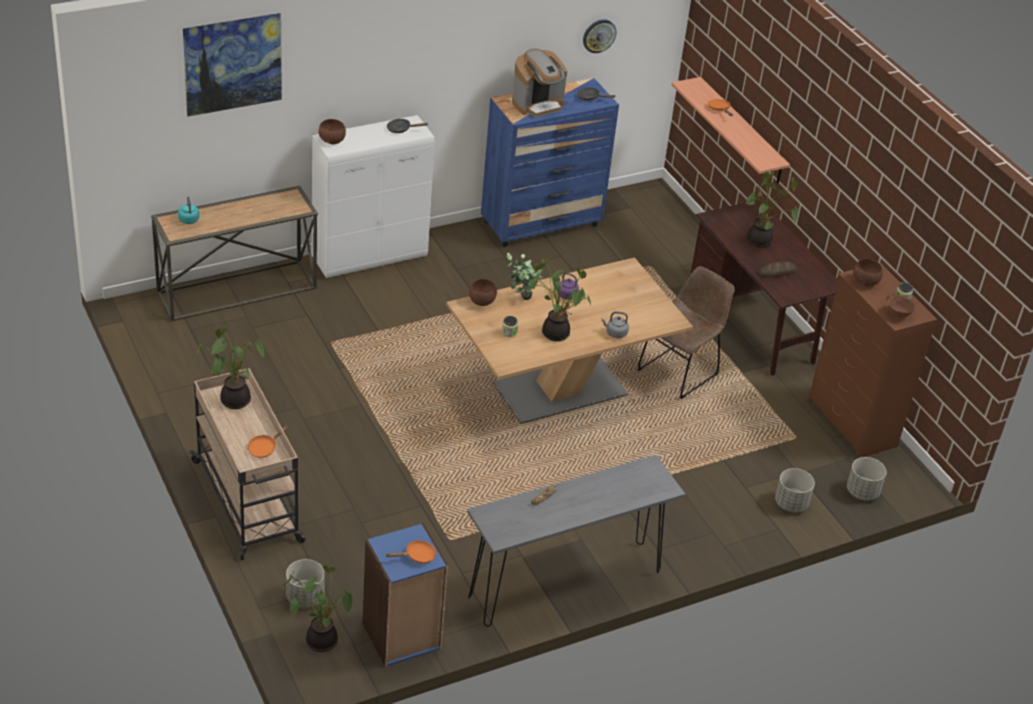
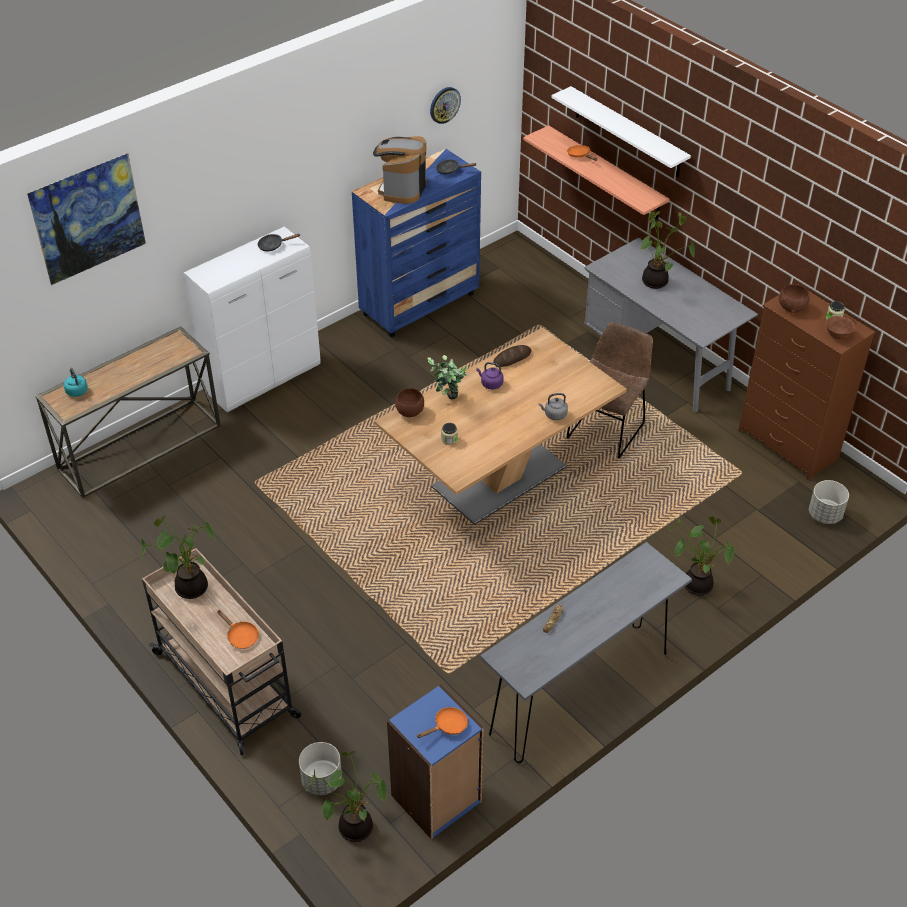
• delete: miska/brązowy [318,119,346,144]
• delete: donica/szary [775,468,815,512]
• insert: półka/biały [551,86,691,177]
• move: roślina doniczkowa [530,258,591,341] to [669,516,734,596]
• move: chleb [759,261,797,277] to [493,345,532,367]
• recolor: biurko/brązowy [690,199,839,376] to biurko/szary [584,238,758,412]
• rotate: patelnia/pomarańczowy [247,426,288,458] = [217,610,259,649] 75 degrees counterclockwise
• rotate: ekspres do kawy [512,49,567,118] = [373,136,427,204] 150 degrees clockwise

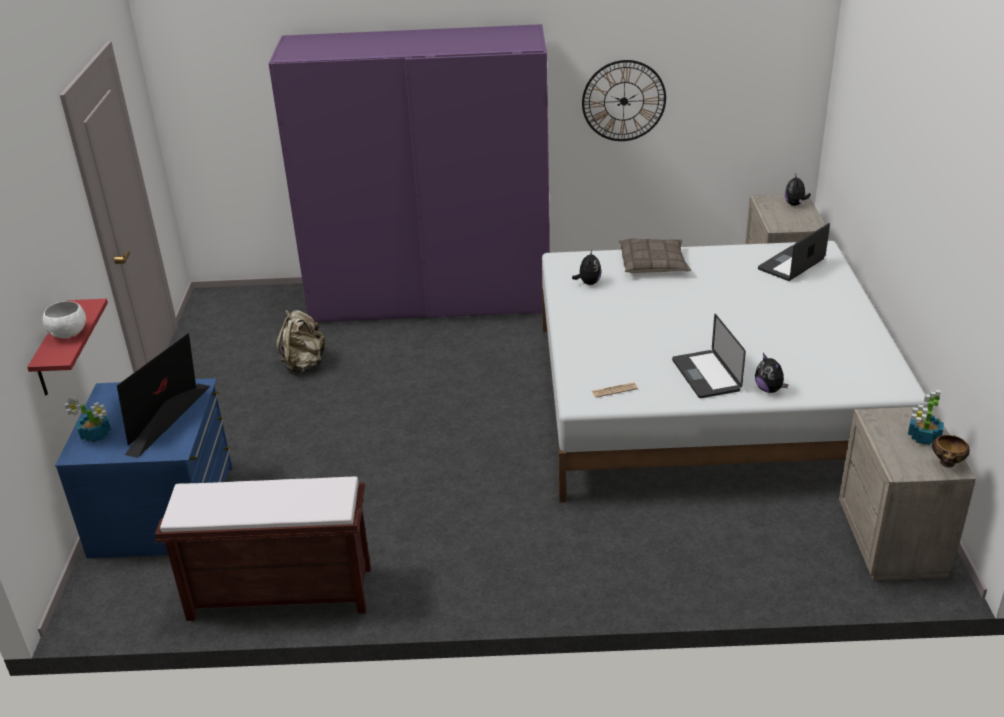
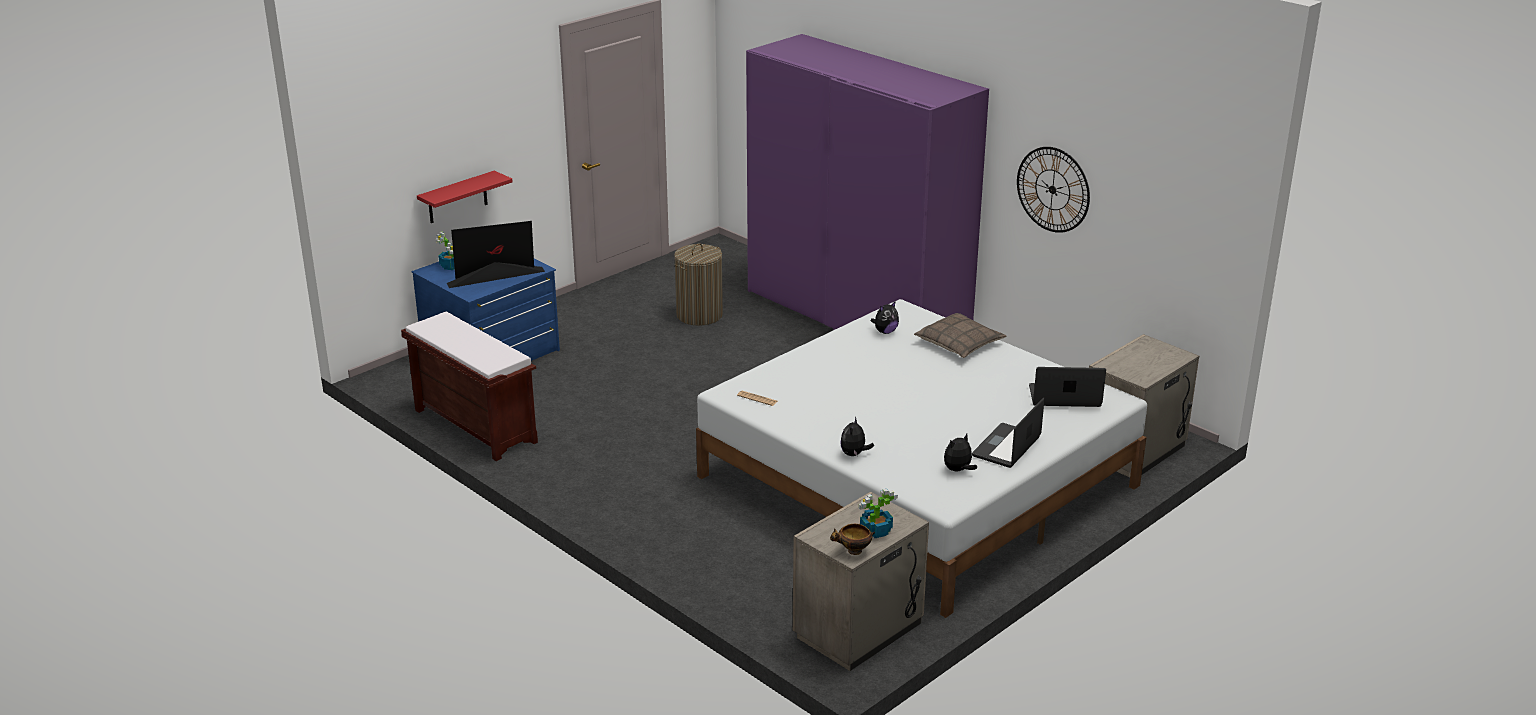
• delete: miska/biały [43,301,86,338]
• move: laptop [672,314,746,398] to [972,397,1045,468]
• move: pluszak [785,173,811,206] to [944,434,977,472]
• replace: plecak/beżowy [276,309,327,374] to kosz na pranie [674,243,723,326]

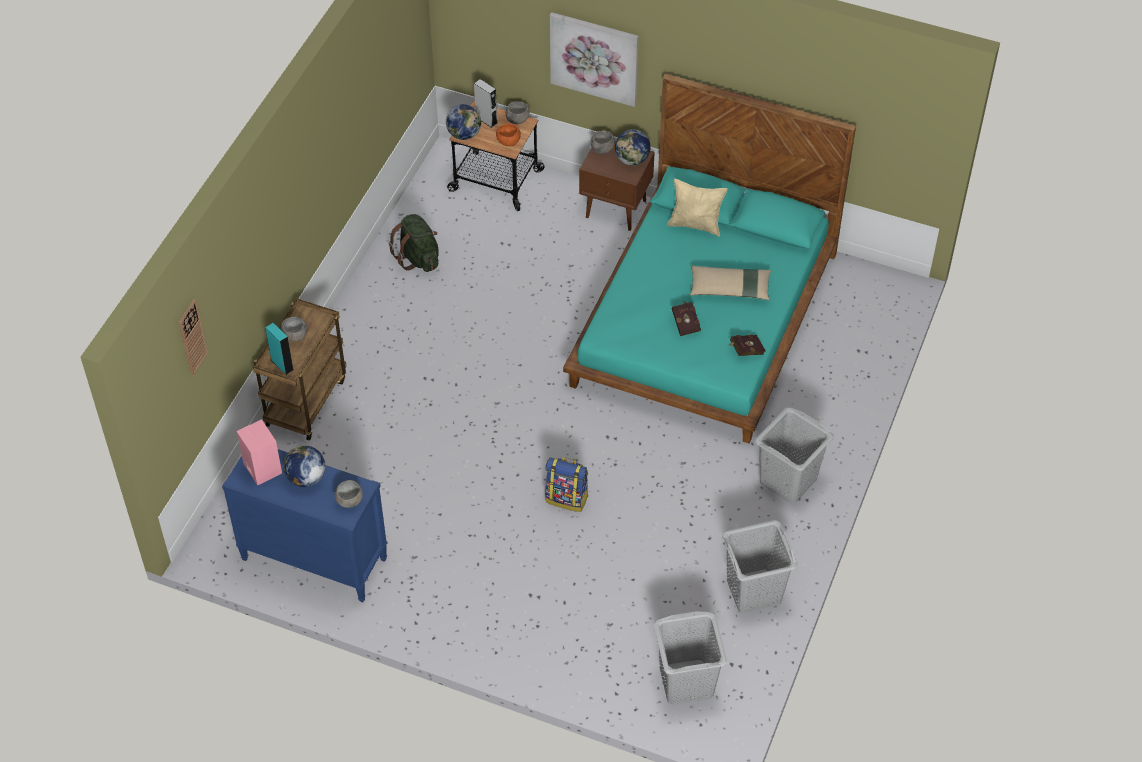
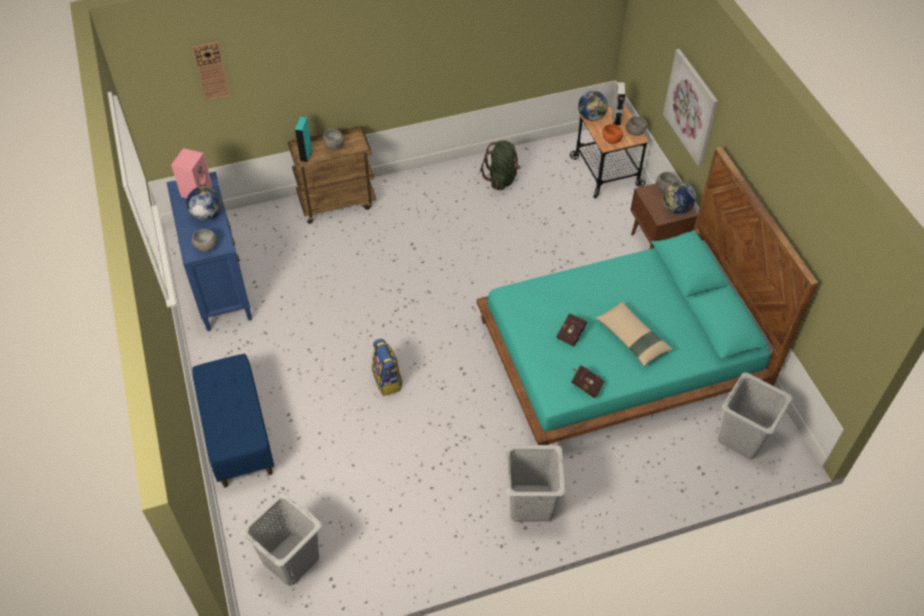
• delete: poduszka/beżowy [667,178,727,236]
• insert: ławka/niebieski [192,354,274,487]
• move: kosz na pranie/szary [722,520,798,613] to [718,373,793,459]

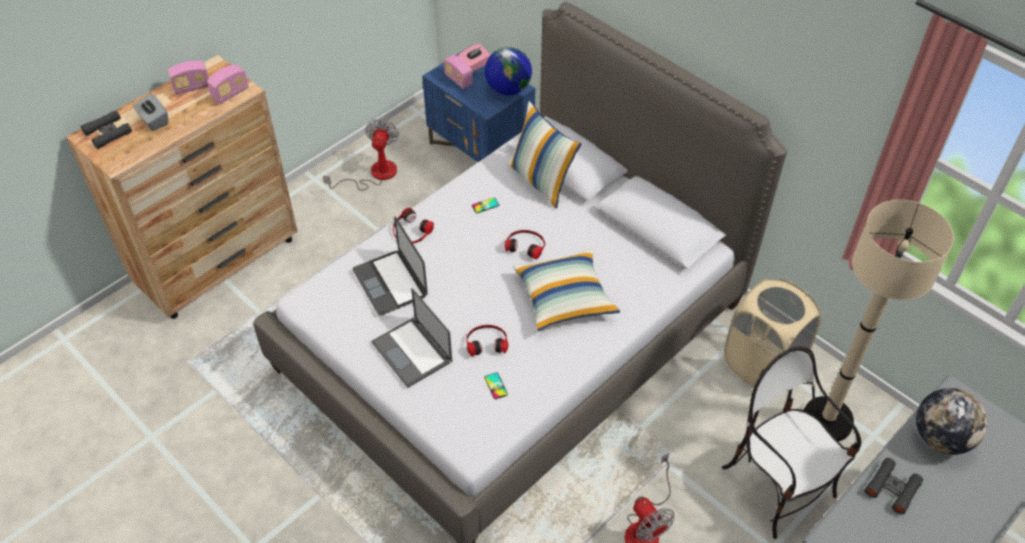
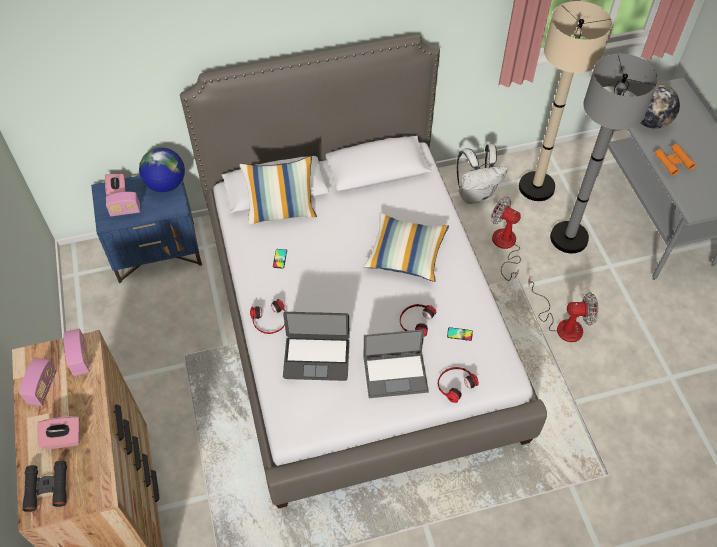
• move: wentylator [323,119,399,191] to [491,196,521,281]
• move: słuchawki [505,230,545,259] to [438,367,479,403]
• replace: krzesło [722,347,861,539] to lampa stojąca/szary [550,54,658,253]
• replace: kosz na pranie/beżowy [724,278,821,387] to plecak/biały [457,144,508,204]
• recolor: pudełko chusteczek/szary [133,93,168,131] to pudełko chusteczek/różowy [38,416,80,449]
• recolor: lornetka/czarny [865,458,923,515] to lornetka/pomarańczowy [655,144,696,176]

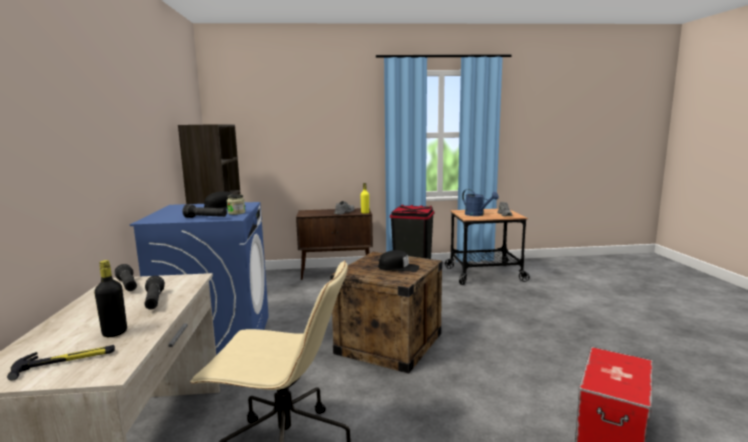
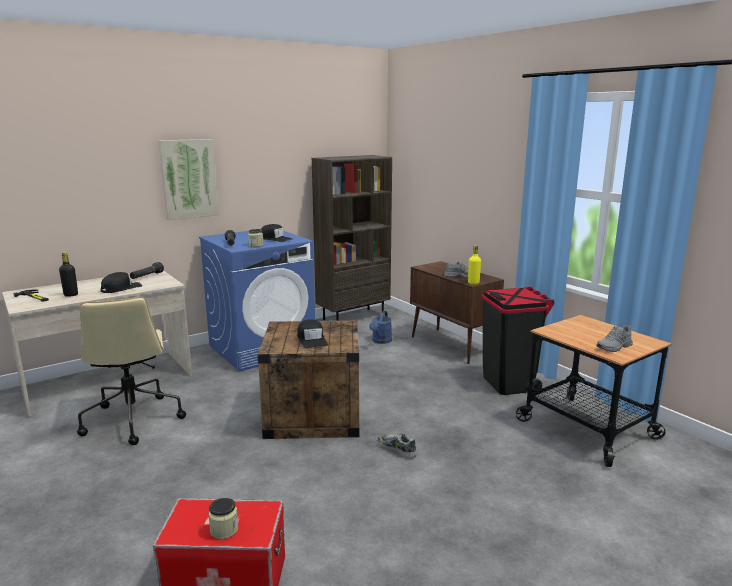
• insert: obraz [158,139,219,220]
• insert: słoik [208,498,238,539]
• insert: but [377,433,417,459]
• move: konewka/niebieski [462,189,499,216] to [369,311,392,344]
• replace: latarka/czarny [144,276,165,310] to czapka z daszkiem/czarny [101,272,142,293]

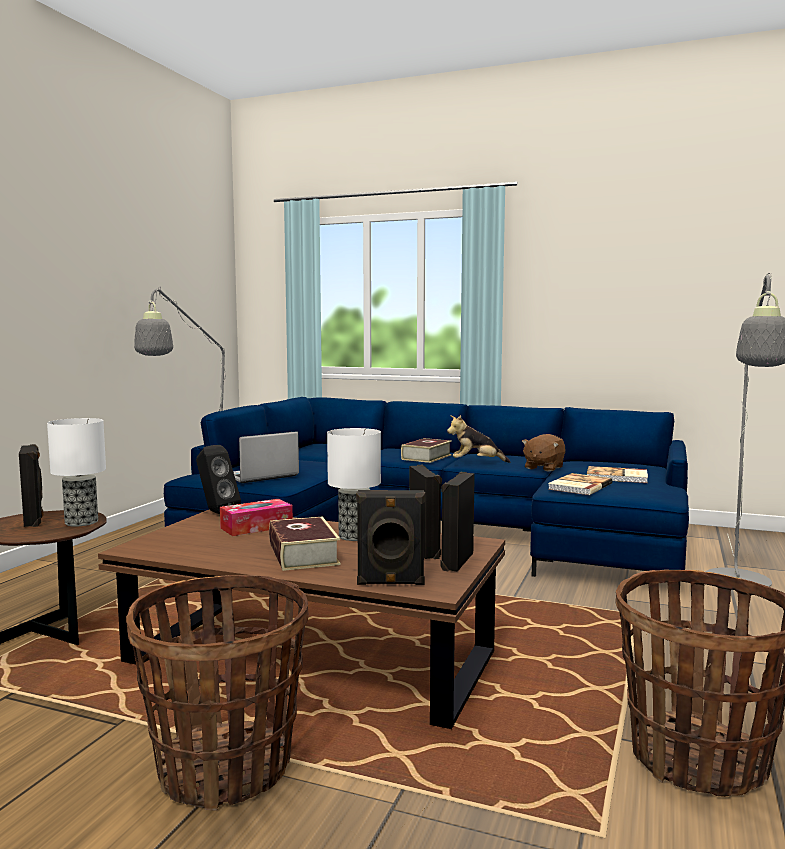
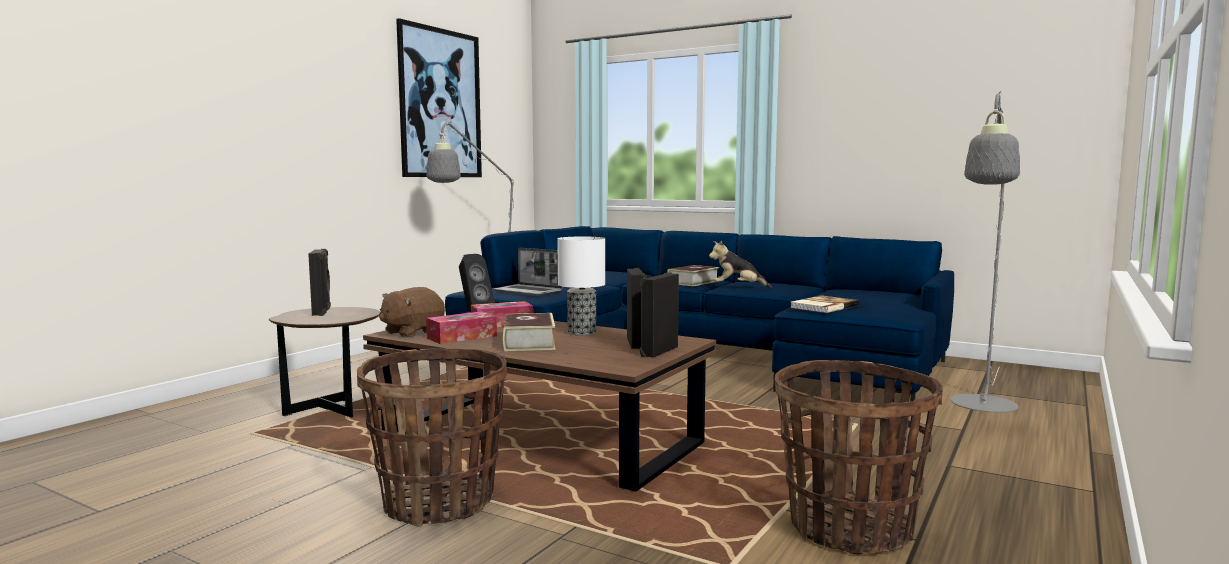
• delete: lampa stołowa [47,418,106,527]
• delete: głośnik/czarny [356,490,425,585]
• delete: książka [587,466,648,483]
• insert: obraz [396,18,482,177]
• insert: pudełko chusteczek [426,311,497,344]
• move: pluszak/brązowy [522,434,566,472] to [379,287,445,338]
• rotate: laptop [233,431,299,483] = [493,248,563,296] 120 degrees counterclockwise

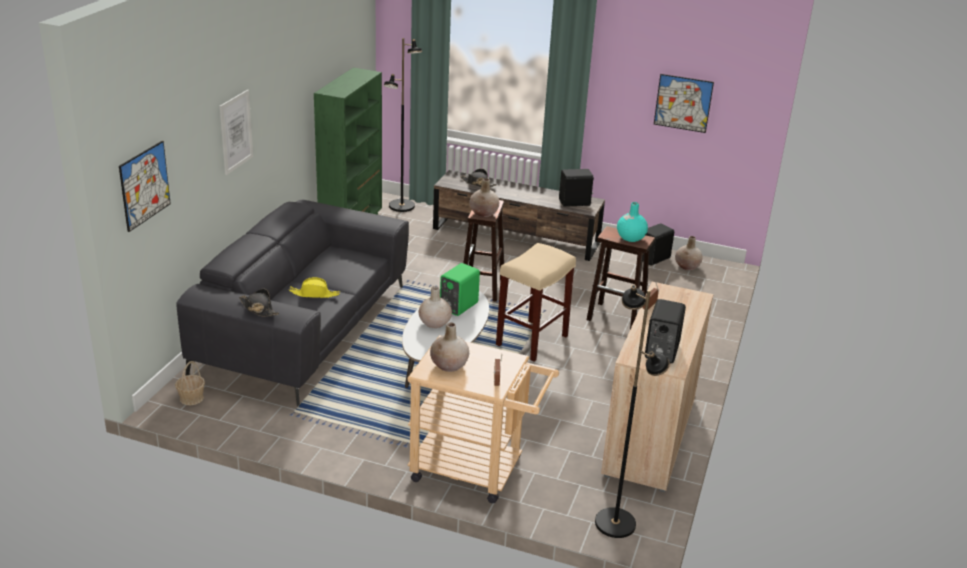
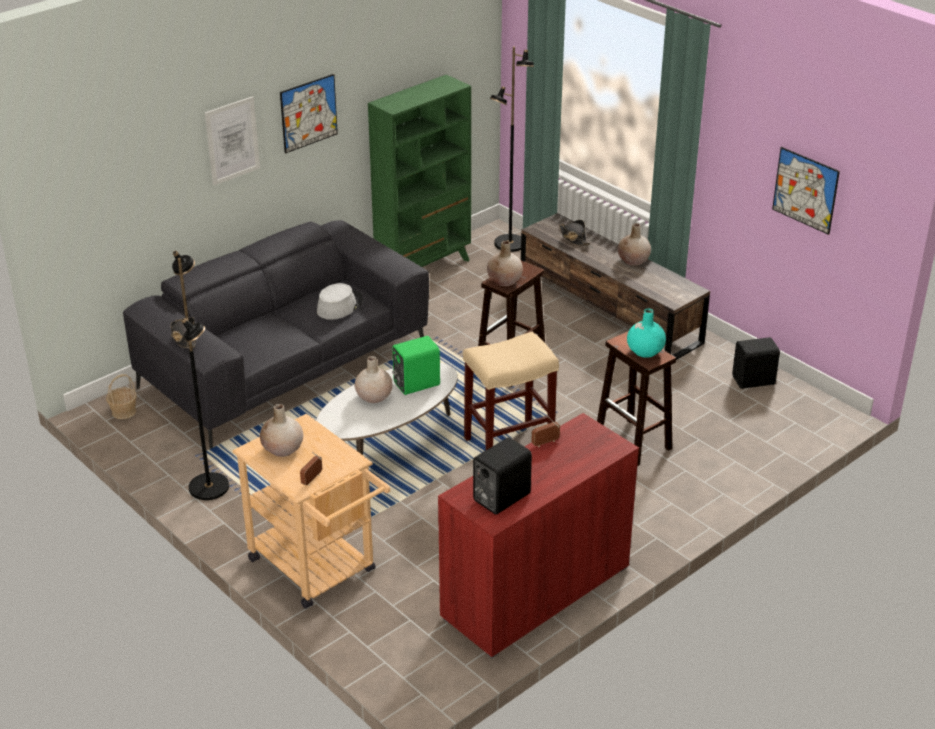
• delete: kapelusz/żółty [289,277,340,298]
• delete: głośnik/czarny [559,169,594,207]
• insert: kapelusz/szary [317,283,363,320]
• move: obraz [119,141,171,232] to [280,74,338,153]
• move: lampa stojąca/czarny [595,285,670,538] to [172,251,229,500]
• move: wazon/beżowy [675,236,702,270] to [618,223,651,266]
• recolor: szafka/beżowy [601,282,714,492] to szafka/czerwony [438,413,639,659]

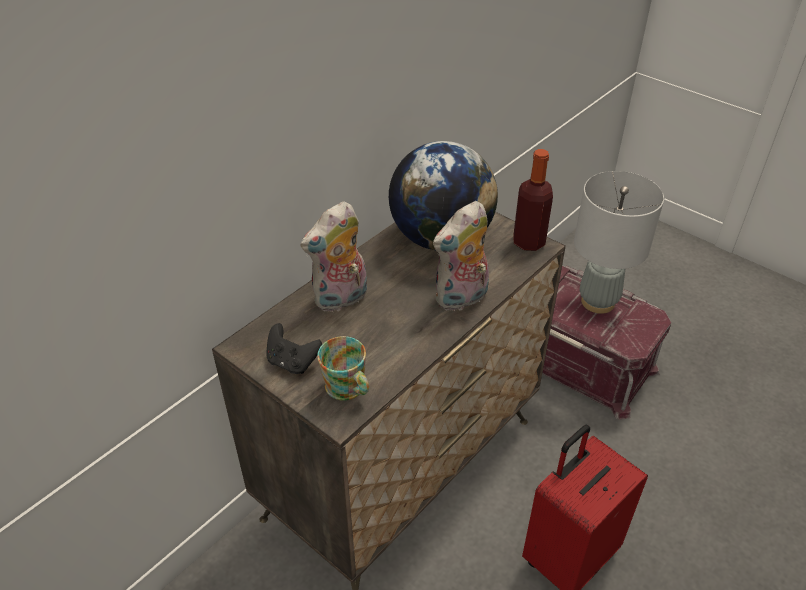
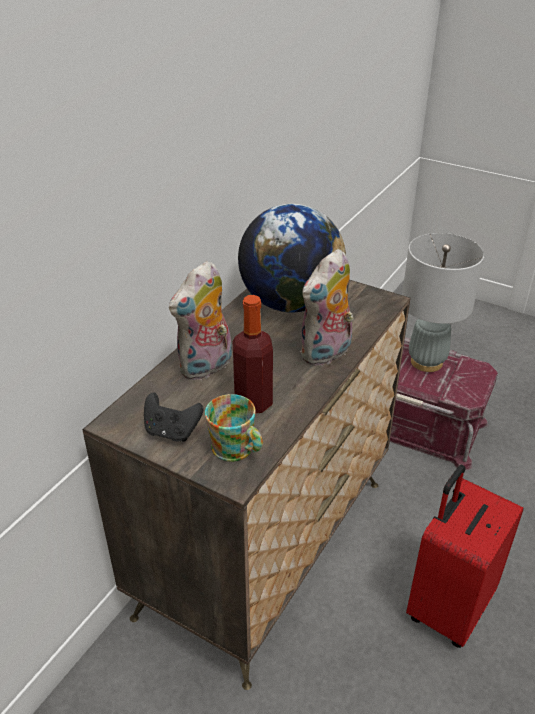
• move: butelka [513,149,553,251] to [233,295,273,413]

